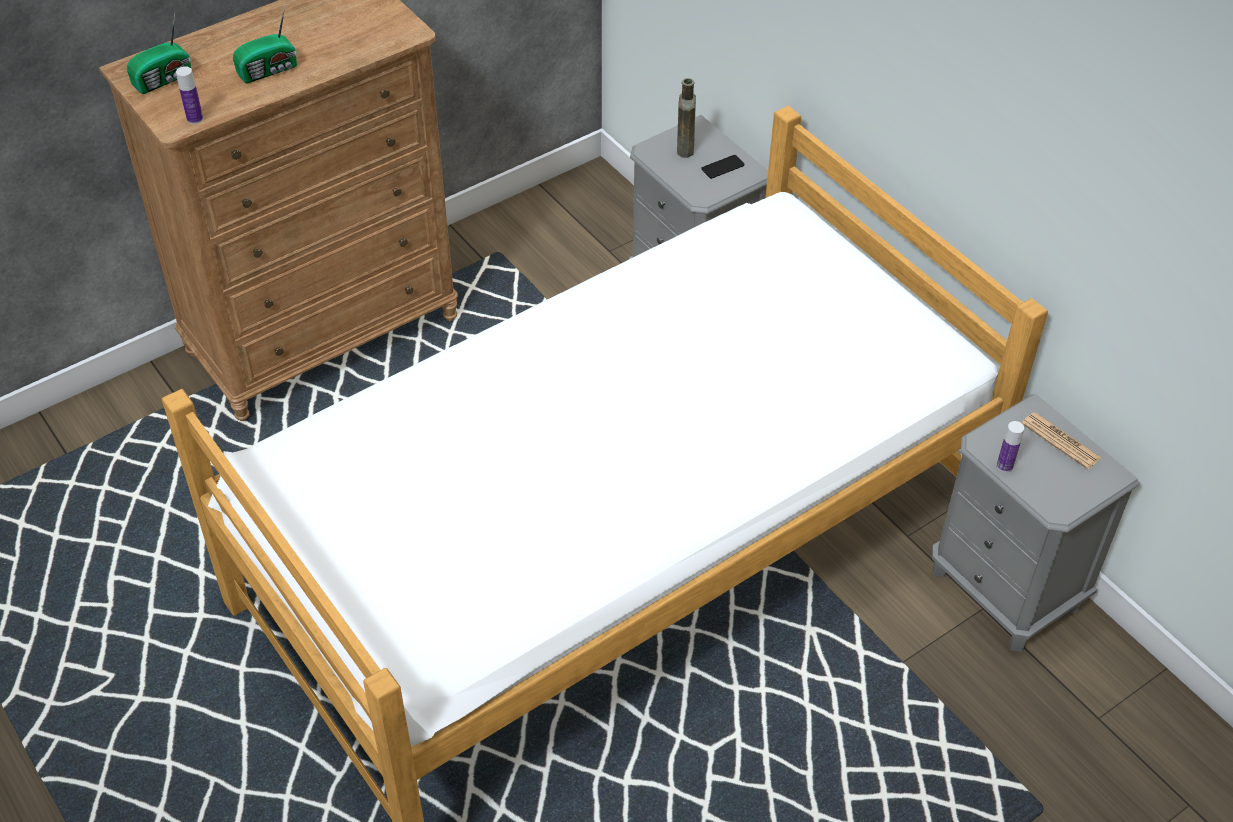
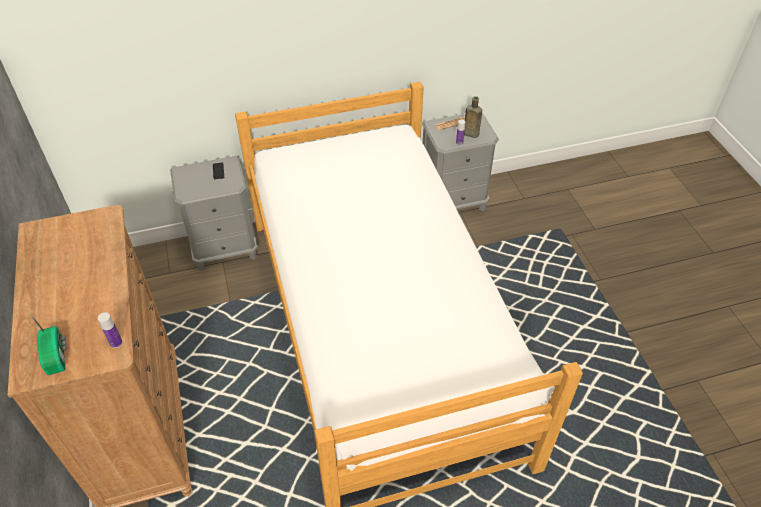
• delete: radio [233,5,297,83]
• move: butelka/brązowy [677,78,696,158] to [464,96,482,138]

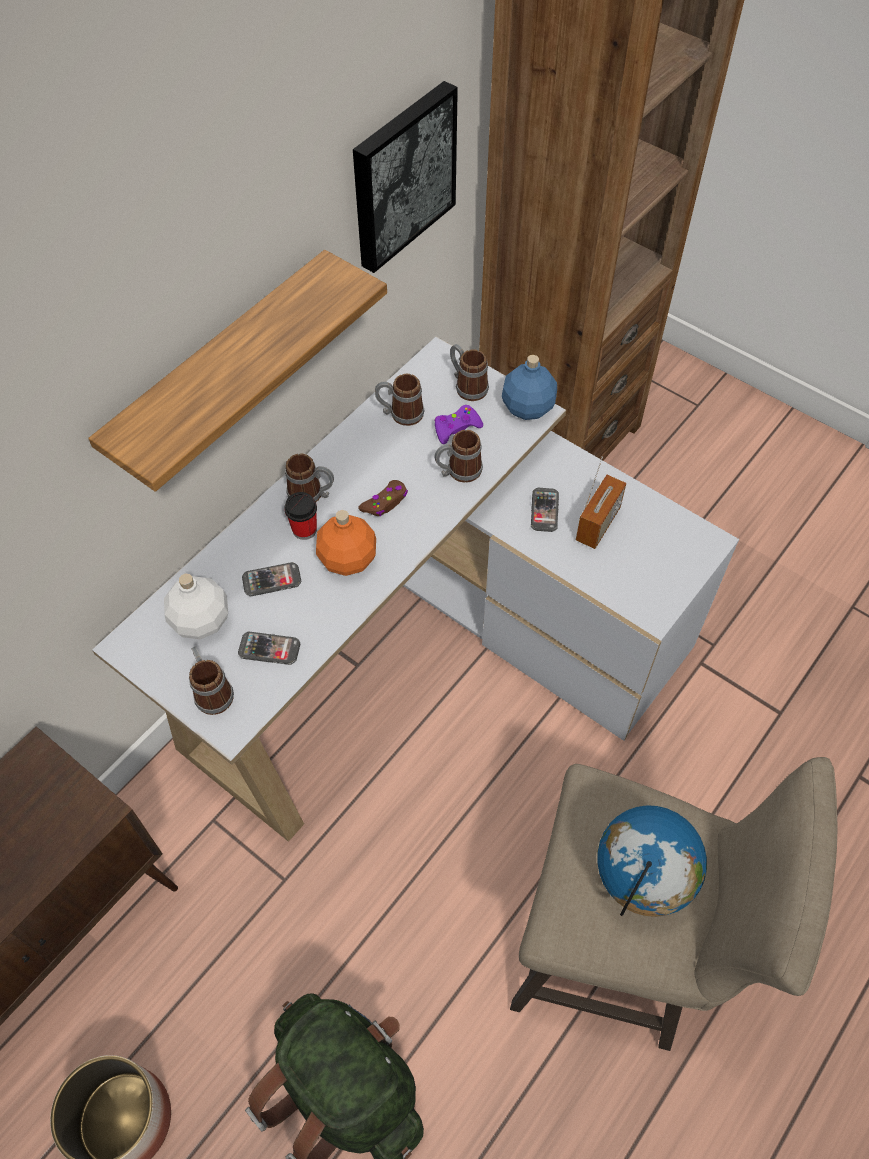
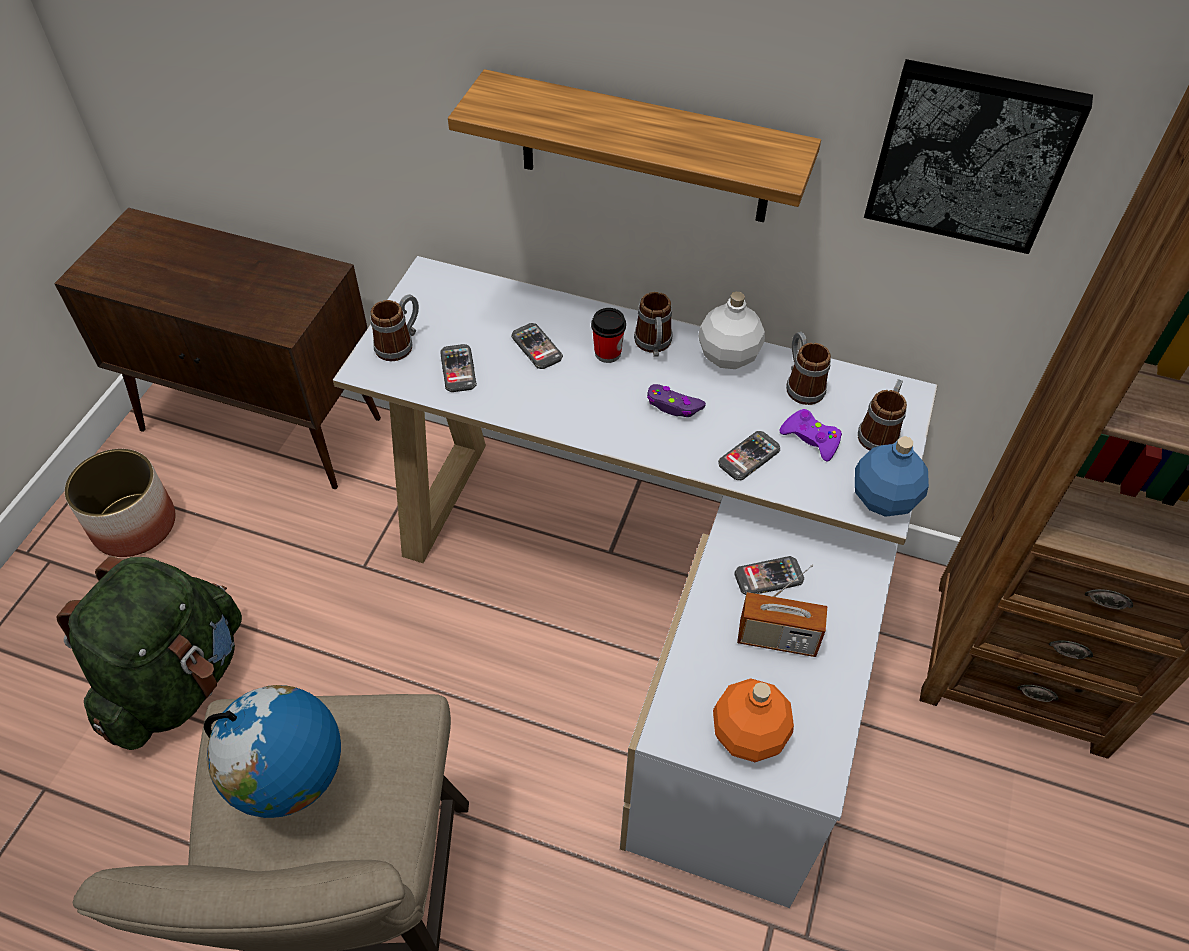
• move: butelka/biały [164,574,228,639] to [698,292,765,369]
• move: butelka/pomarańczowy [316,510,376,576] to [713,679,794,762]
• replace: kubek [435,430,483,483] to telefon [718,431,780,480]
• recolor: pad do gier/brązowy [358,480,408,516] to pad do gier/fioletowy [647,384,706,417]

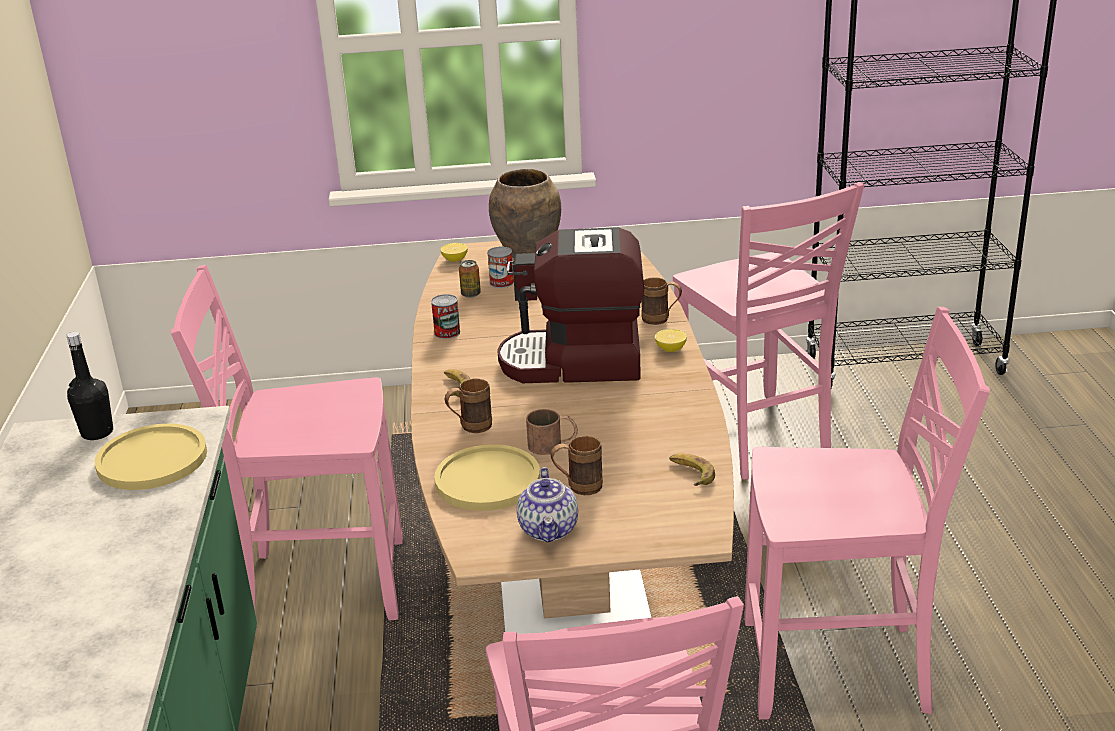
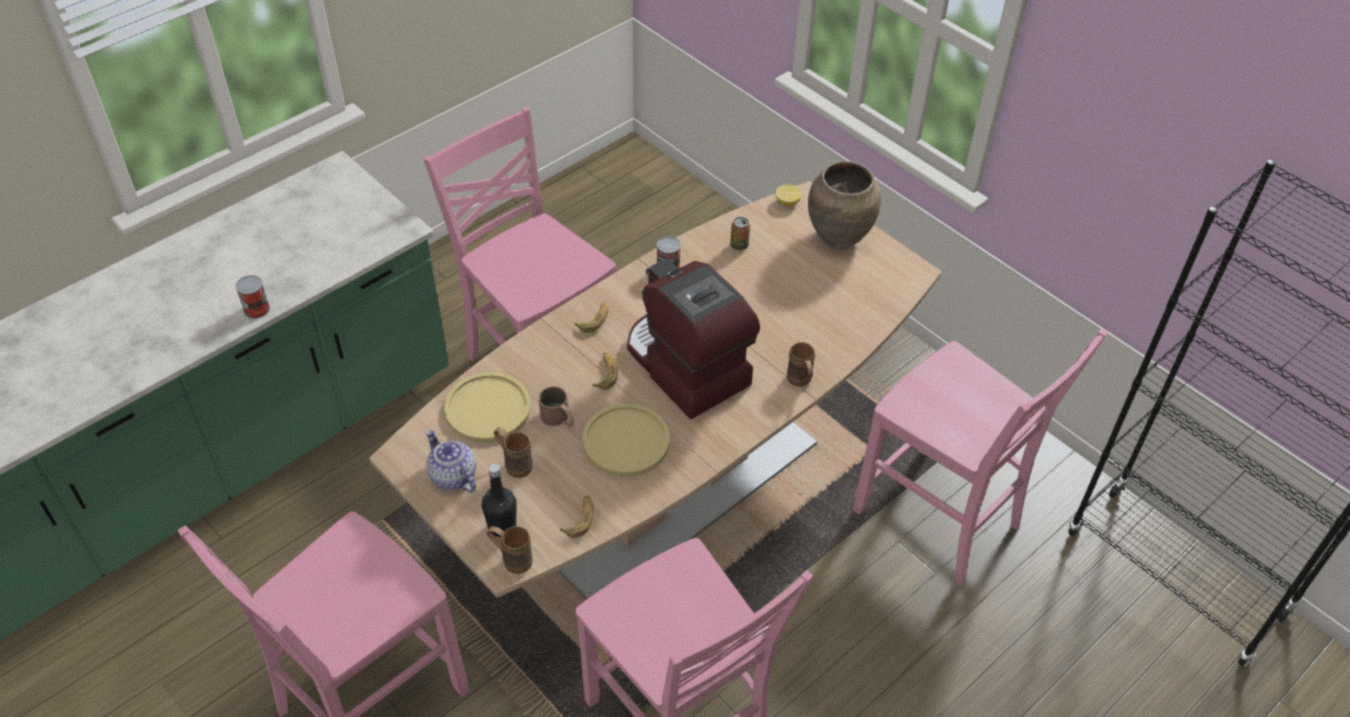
• delete: cytryna [655,329,687,352]
• insert: banan [592,353,618,390]
• move: butelka/czarny [66,332,113,440] to [482,463,517,537]
• move: talerz/żółty [94,424,207,490] to [583,404,669,477]
• move: kubek/brązowy [445,379,492,433] to [487,526,533,574]
• move: puszka [487,247,514,288] to [236,275,270,319]
• rotate: imbryk [517,467,578,543] = [426,430,476,492] 90 degrees clockwise
• rotate: krzesło/różowy [673,182,864,480] = [853,328,1108,586] 75 degrees counterclockwise

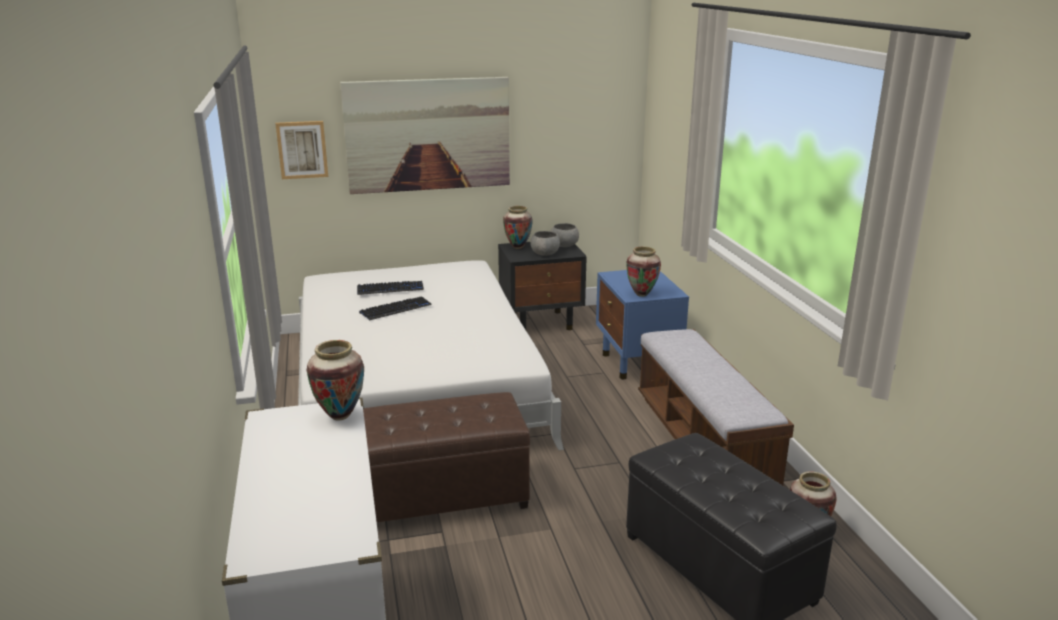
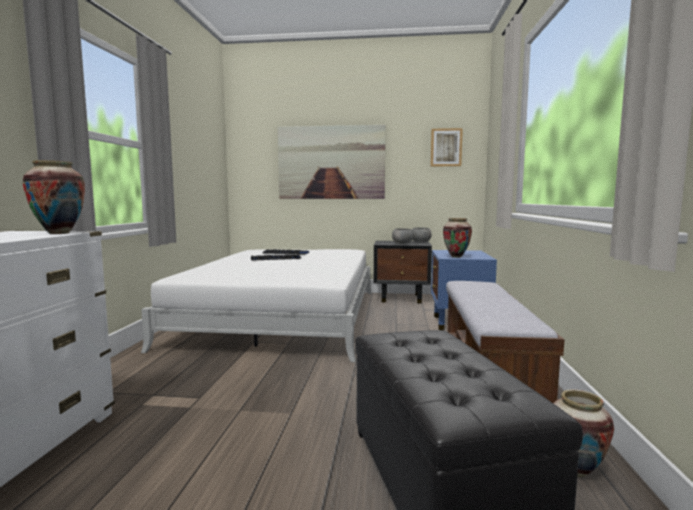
• delete: pufa/brązowy [363,392,530,522]
• delete: wazon [503,206,533,249]
• move: obraz [275,121,328,179] to [430,128,463,166]

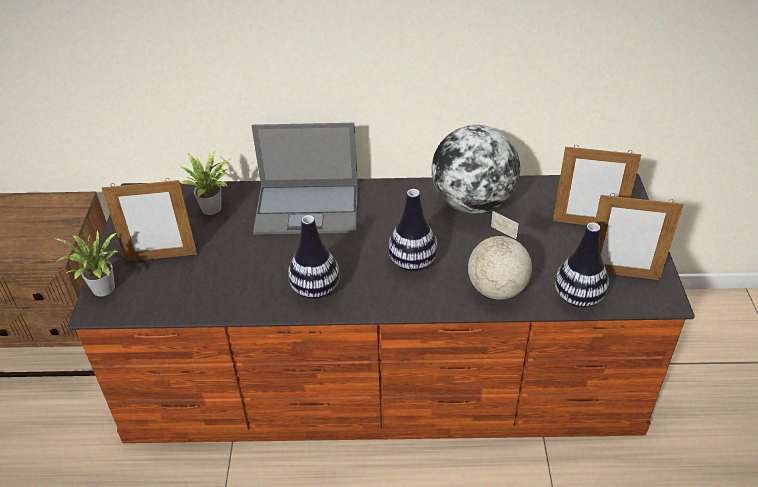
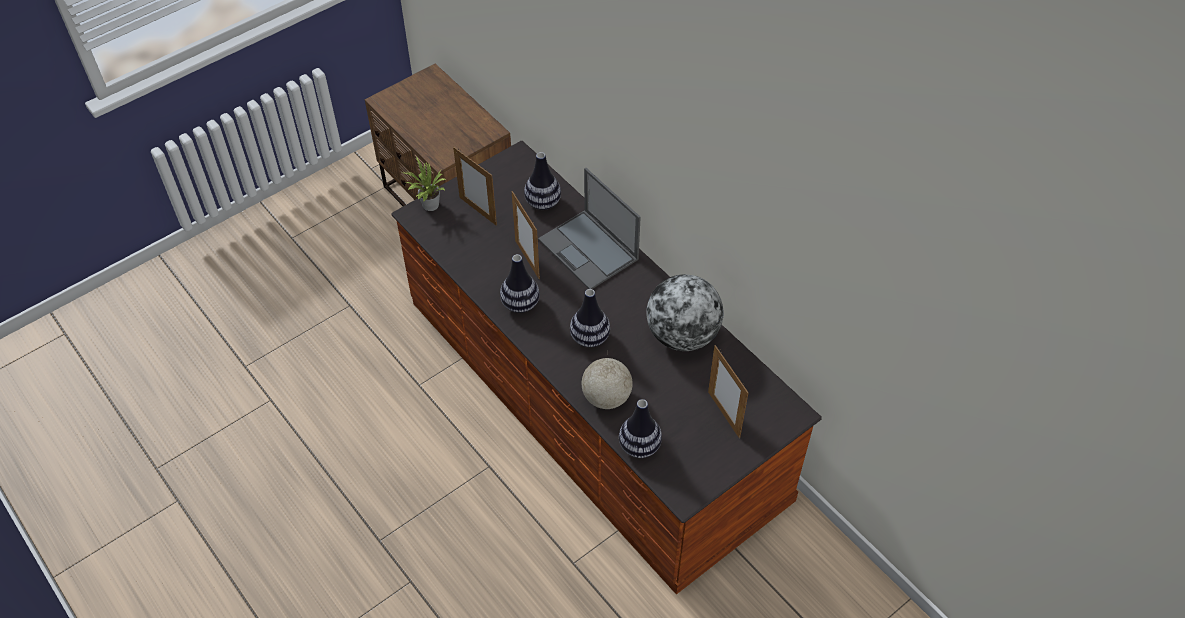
• move: ramka na zdjęcie [595,193,683,280] to [512,191,540,279]
• replace: roślina doniczkowa [180,151,232,215] to wazon [524,152,561,210]

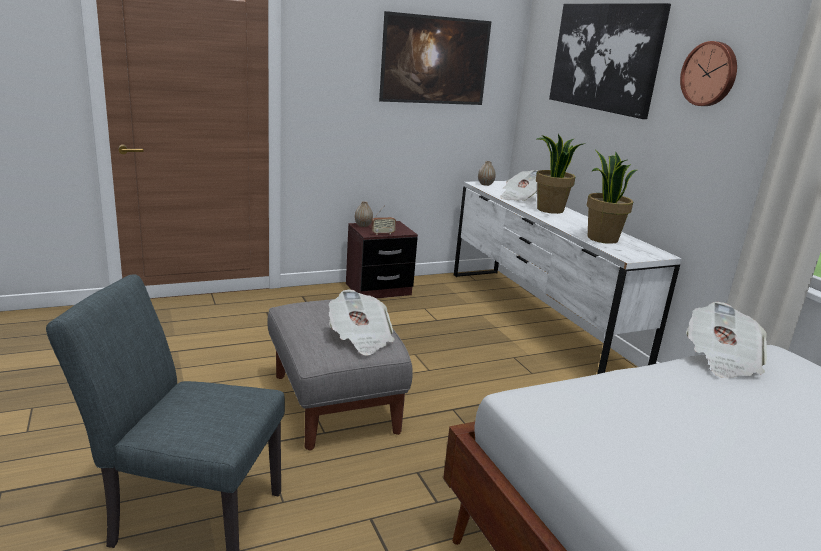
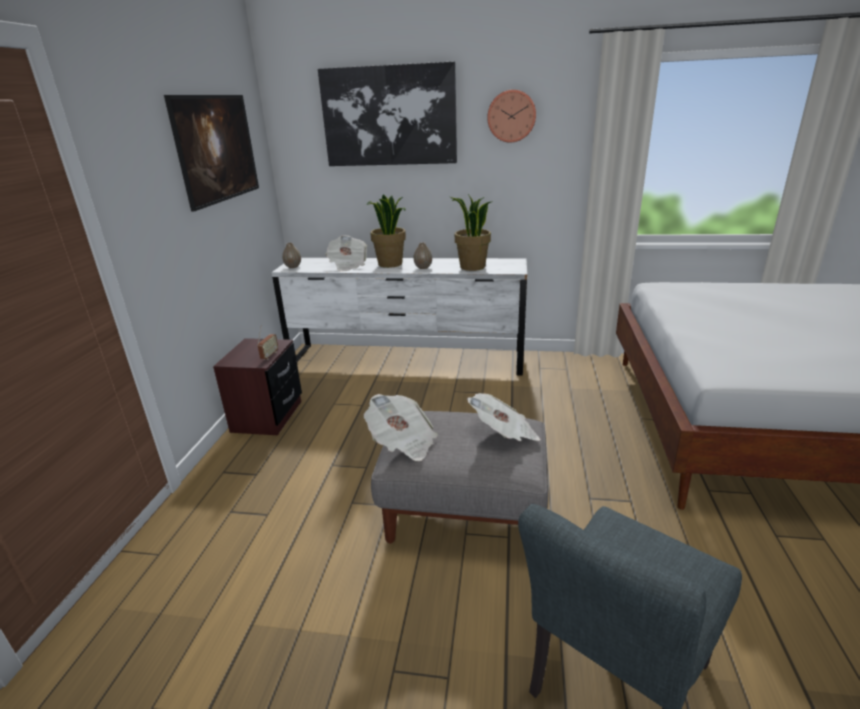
• move: wazon [355,201,373,227] to [414,242,432,269]
• move: gazeta [686,302,767,378] to [364,394,438,461]

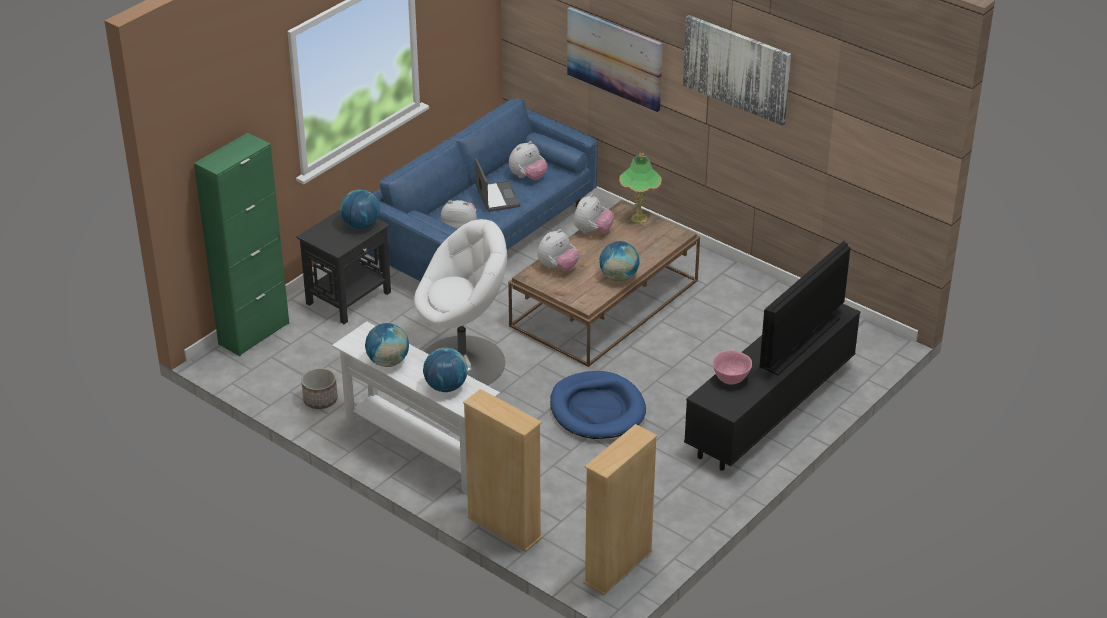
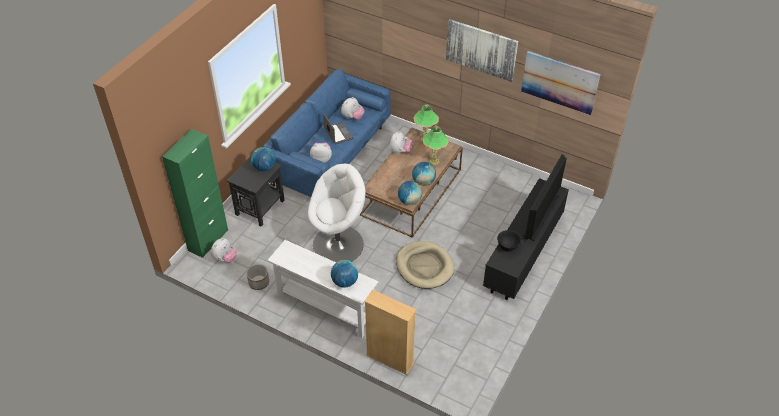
• delete: regał/beżowy [583,424,657,595]
• insert: lampa stołowa [423,126,449,165]
• move: globus [365,323,409,367] to [398,181,422,205]
• move: pluszak [537,229,579,271] to [211,238,237,263]
• move: obraz [567,7,663,112] to [521,51,601,115]
• recolor: legowisko/niebieski [550,371,646,439] to legowisko/beżowy [396,241,454,289]
• recolor: miska/różowy [712,350,752,384] to miska/czarny [497,230,521,252]

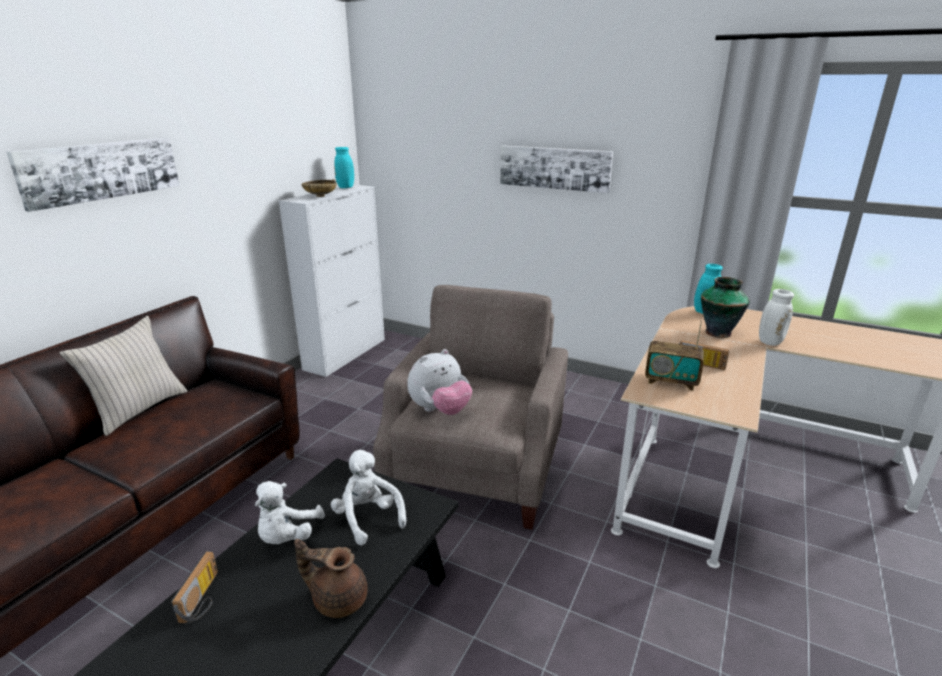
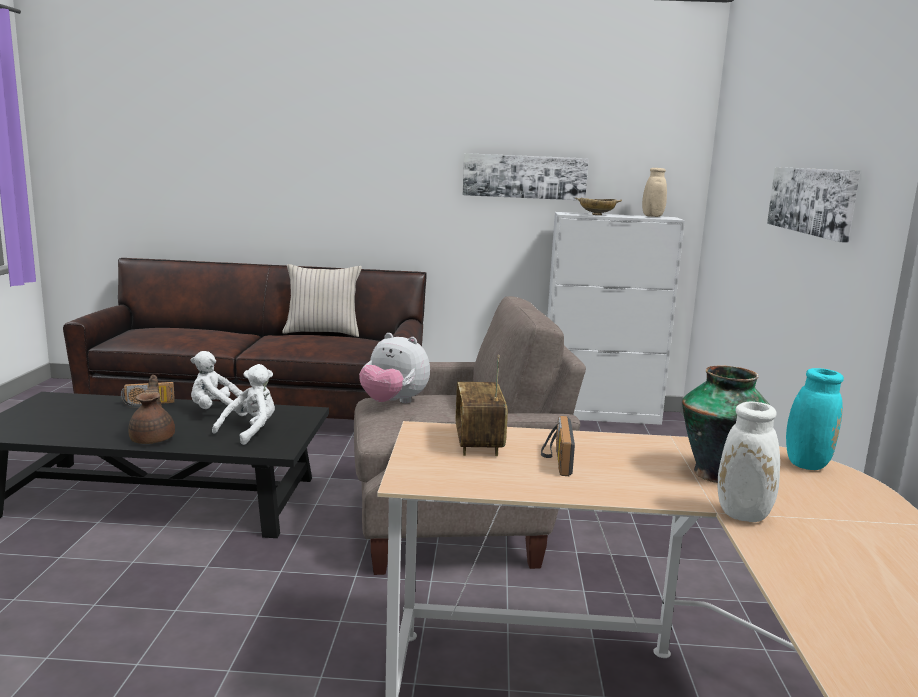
• move: obraz [6,137,179,212] to [463,153,589,200]
• recolor: wazon/turkusowy [334,147,354,188] to wazon/beżowy [642,168,667,217]

